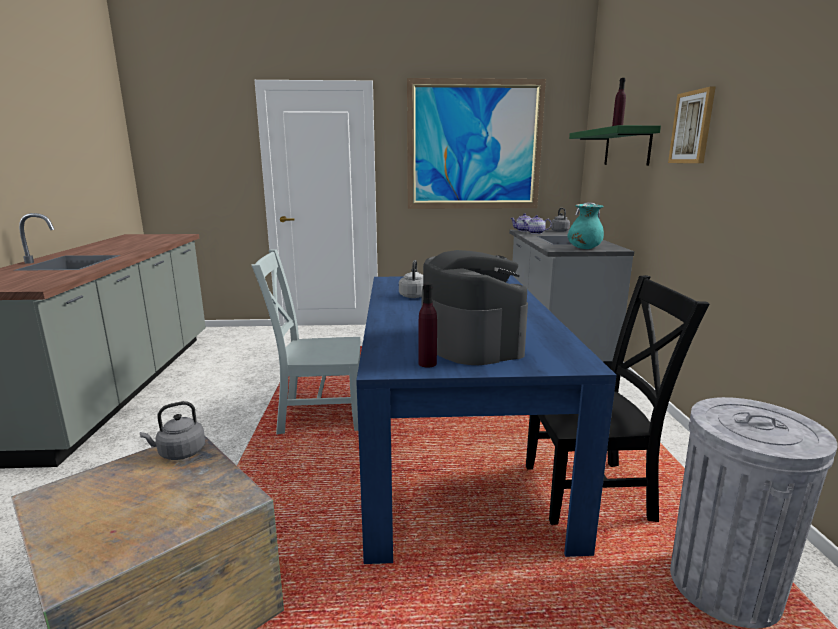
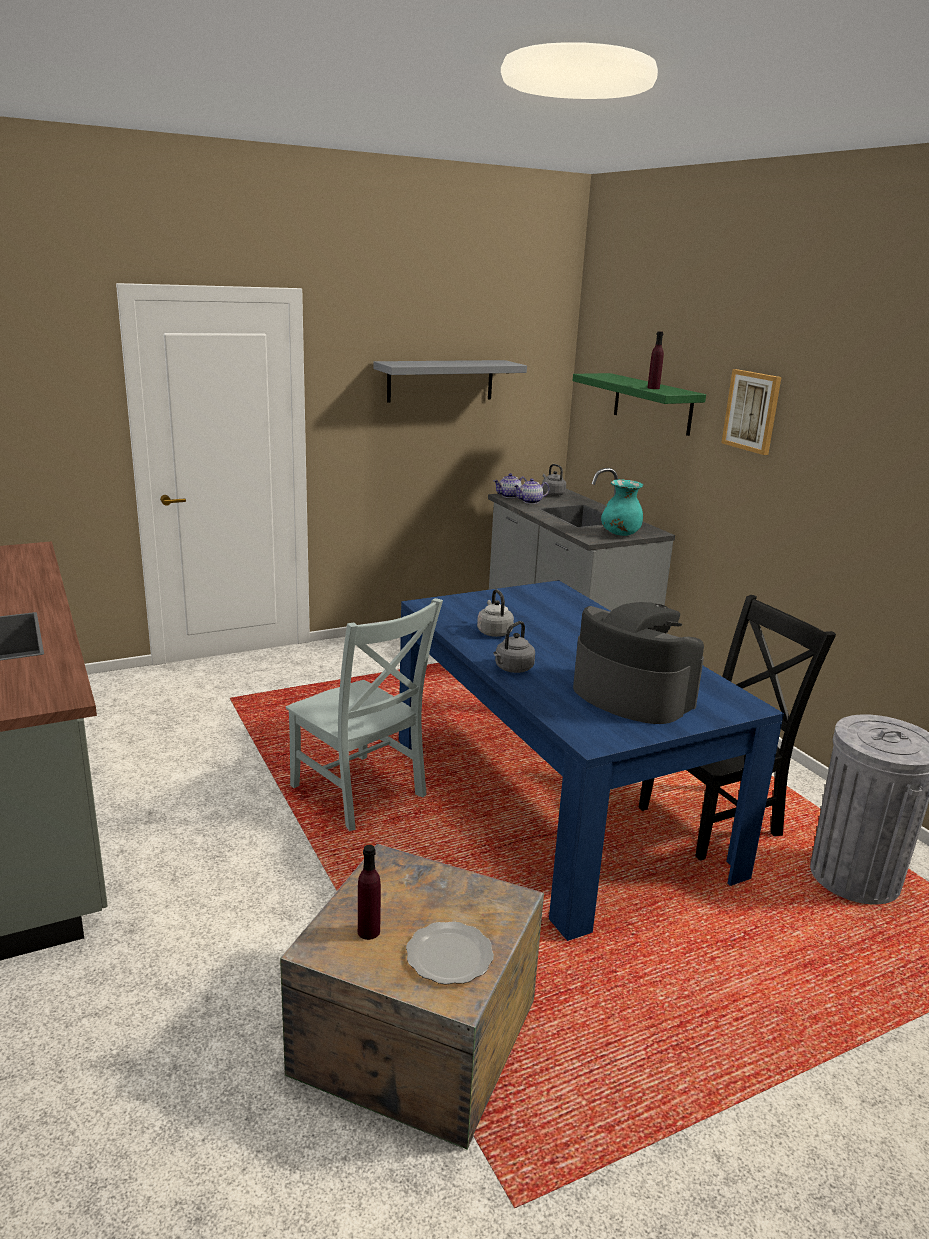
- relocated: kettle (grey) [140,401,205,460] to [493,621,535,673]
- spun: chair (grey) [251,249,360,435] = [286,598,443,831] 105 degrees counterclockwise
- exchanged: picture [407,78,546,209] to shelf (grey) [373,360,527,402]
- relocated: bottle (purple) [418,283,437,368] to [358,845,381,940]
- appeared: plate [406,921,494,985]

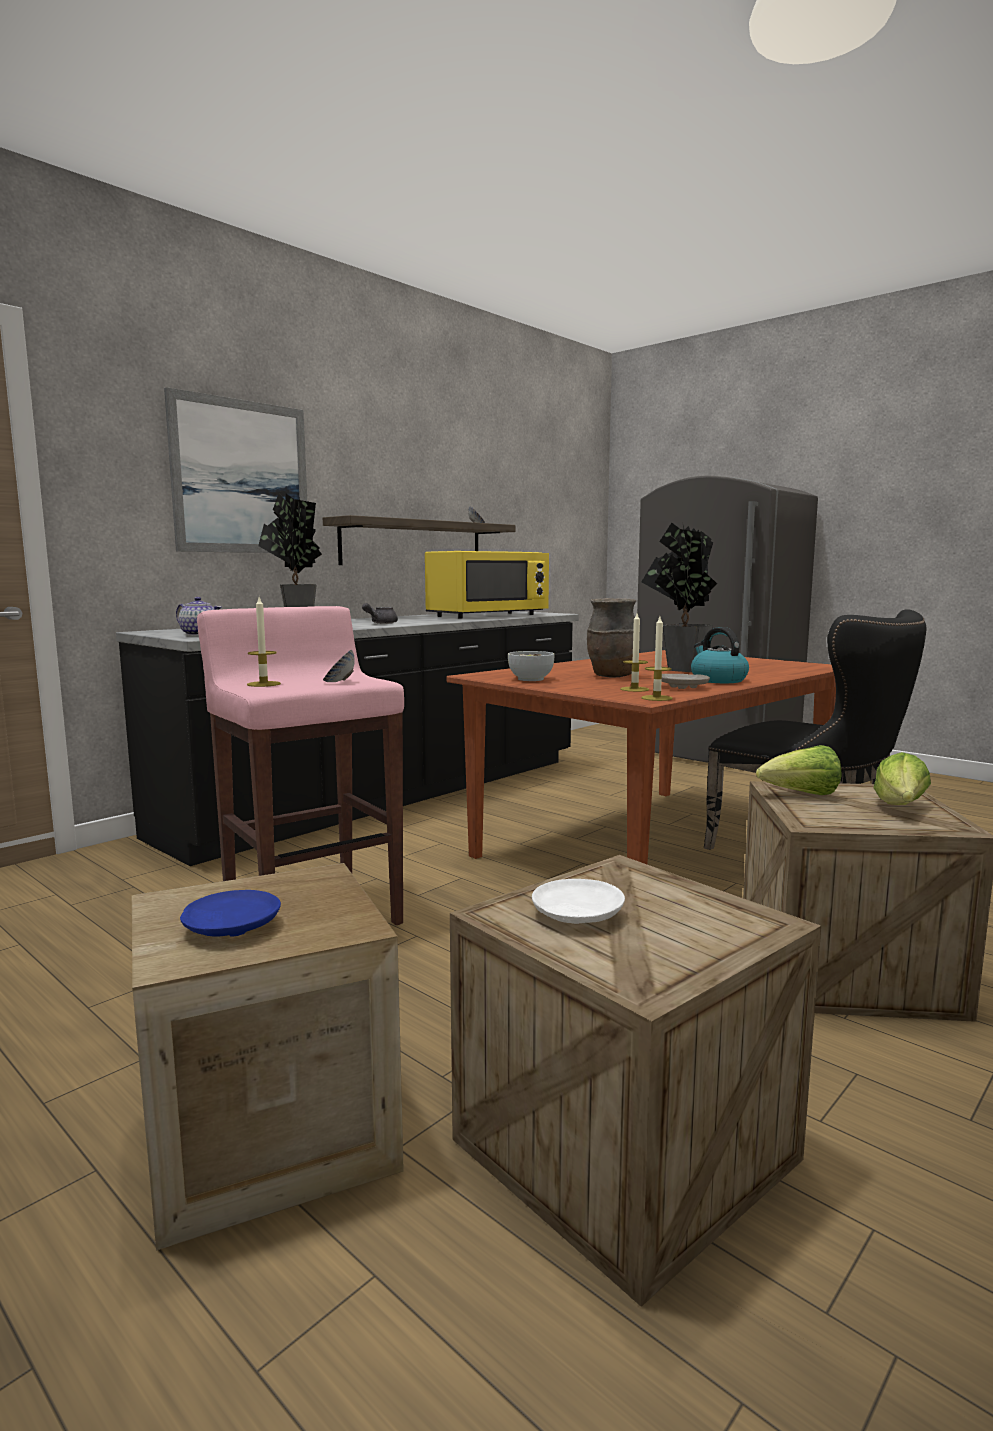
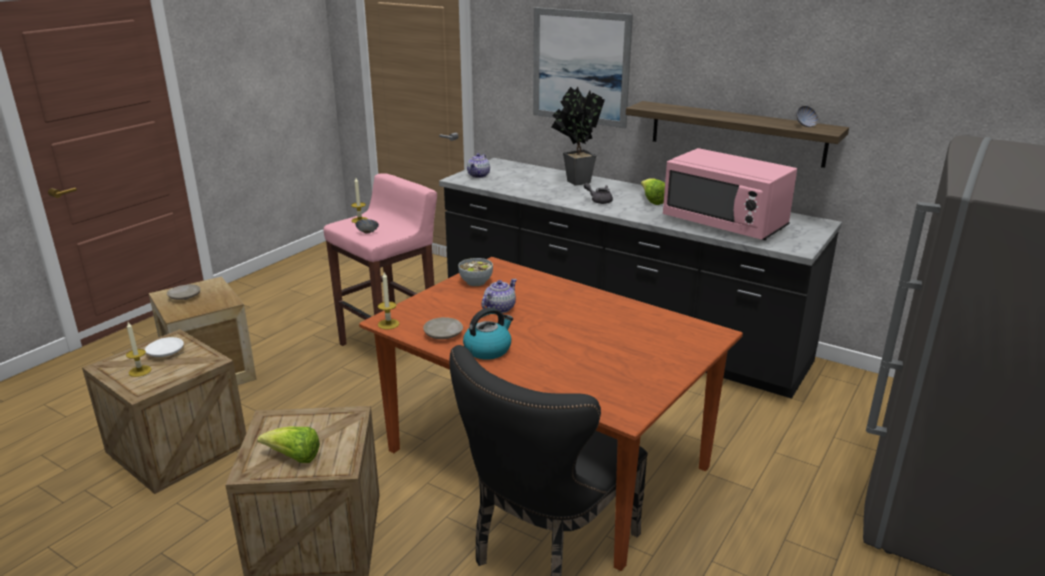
- colour: plate (blue) [180,890,281,937] to plate (beige) [167,284,200,300]
- colour: microwave (yellow) [425,551,549,619] to microwave (pink) [663,148,797,240]
- exchanged: vase (brown) [587,598,636,677] to teapot [481,279,517,313]
- relocated: candle [620,613,649,692] to [126,322,152,377]
- missing: potted plant [641,523,717,672]
- relocated: lettuce [756,745,842,795] to [641,178,665,205]

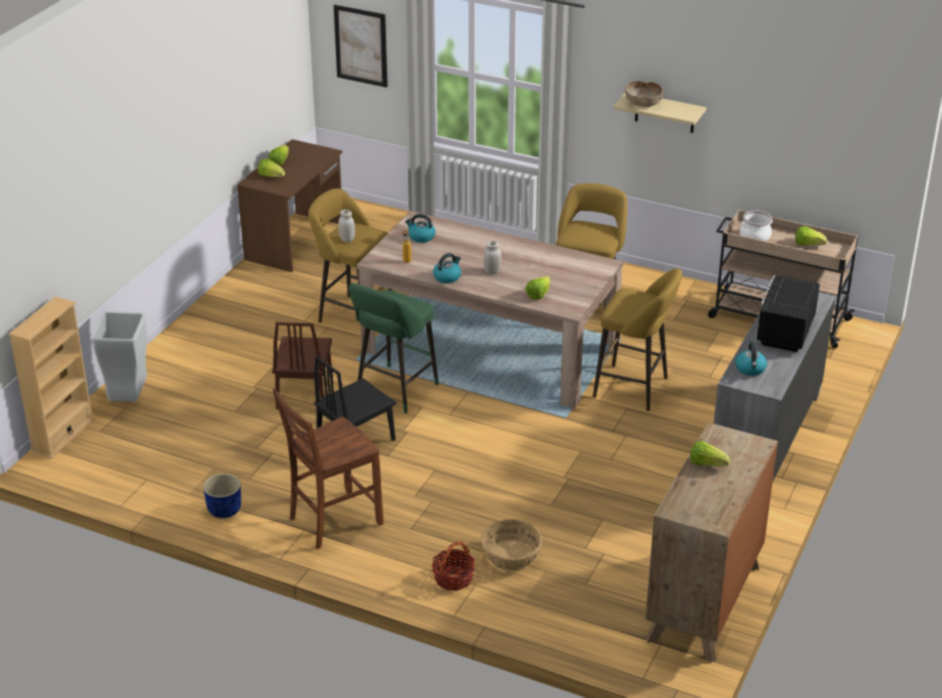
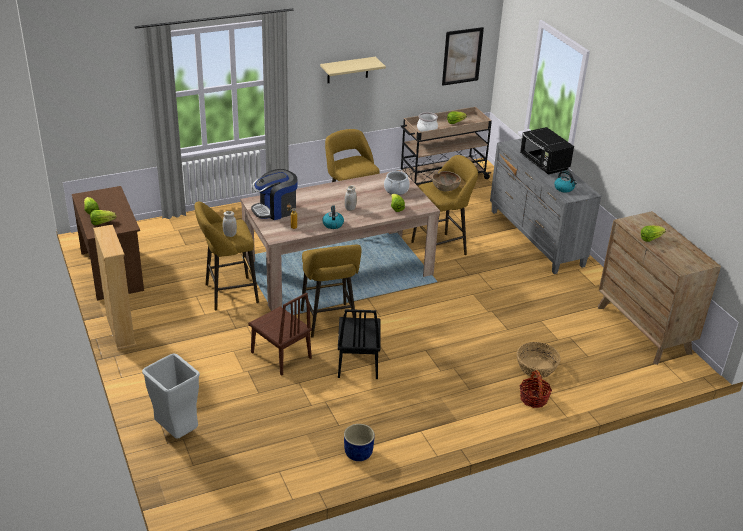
- relocated: bookcase (beige) [8,296,95,459] to [93,224,136,350]
- missing: chair (brown) [272,388,383,549]
- relocated: picture [334,5,388,87] to [442,27,484,86]
- colour: stool (green) [349,283,439,413] to stool (yellow) [301,245,361,337]
- exchanged: kettle [405,214,436,243] to coffee machine [251,169,298,220]
- relocated: bowl (brown) [625,81,663,107] to [432,171,461,191]
- appeared: cooking pot [384,169,410,195]

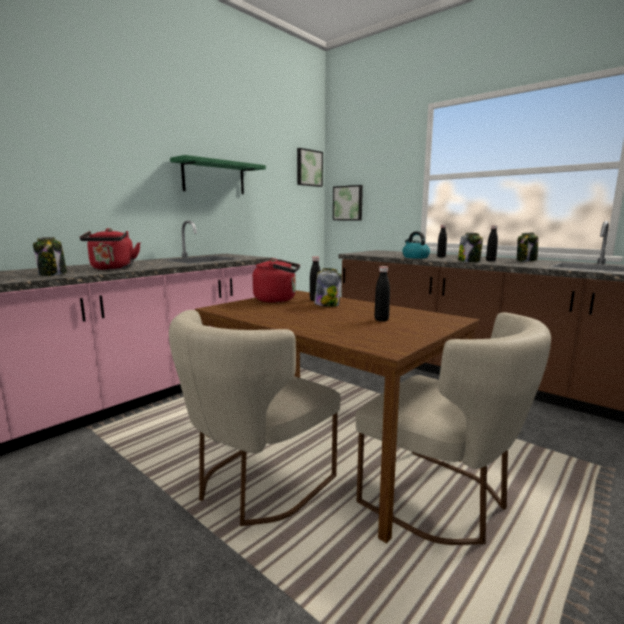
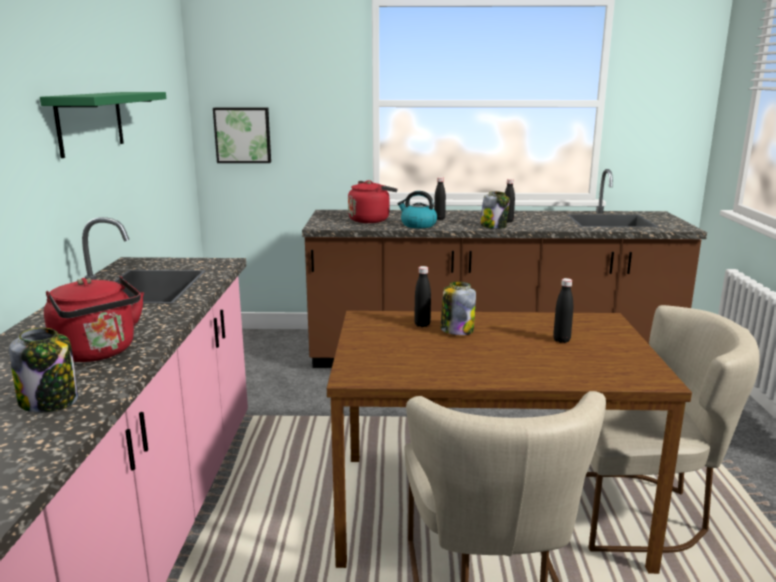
- relocated: kettle (red) [252,258,300,302] to [348,180,398,223]
- missing: picture [297,148,323,187]
- missing: jar [517,233,538,262]

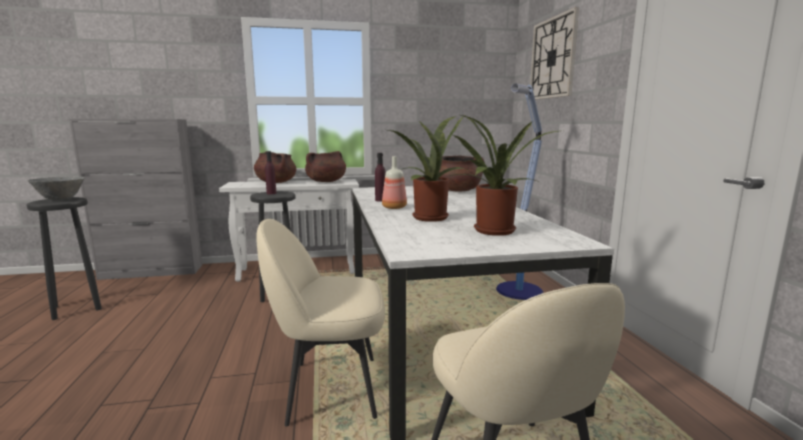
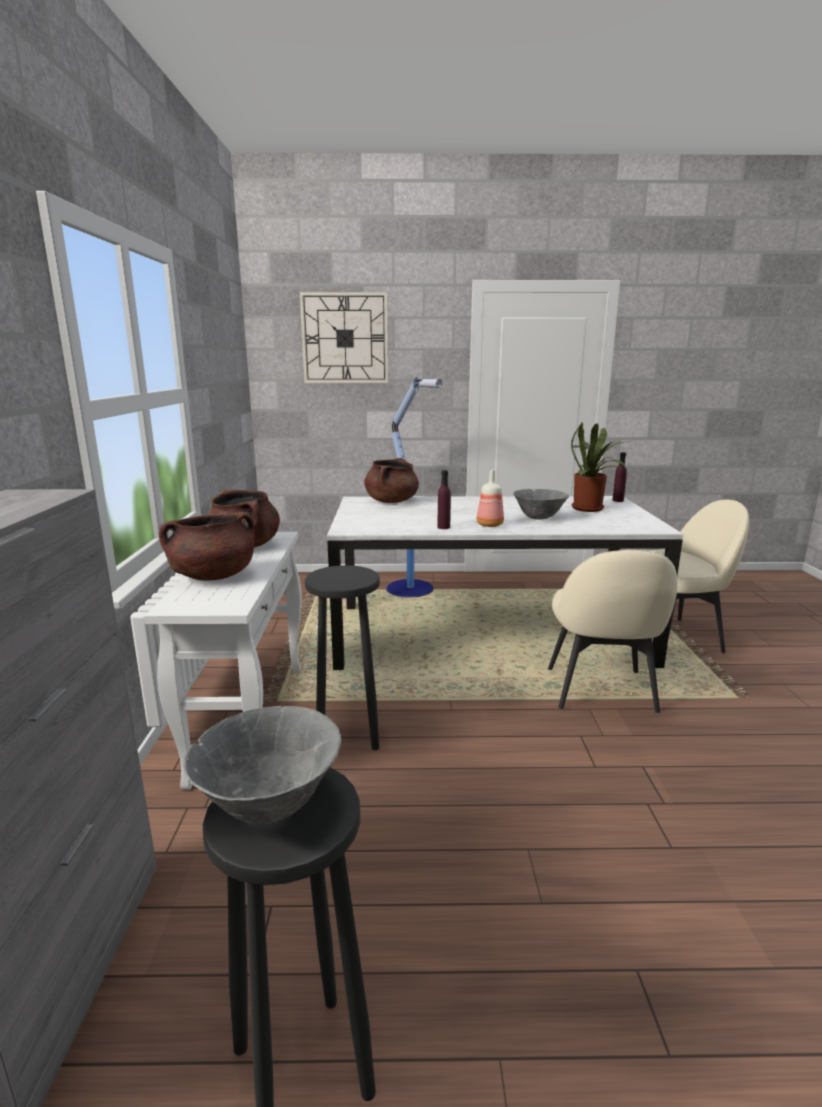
- relocated: bottle (purple) [265,151,276,194] to [612,452,627,502]
- exchanged: potted plant [388,116,468,222] to bowl (grey) [513,489,569,519]

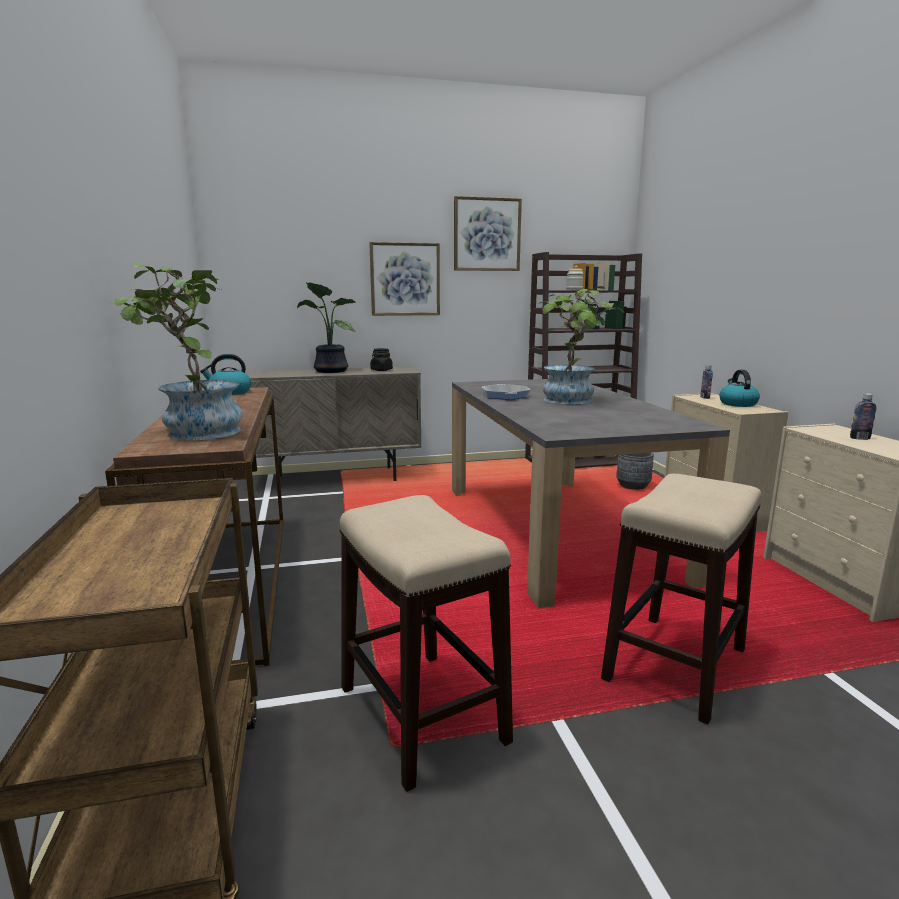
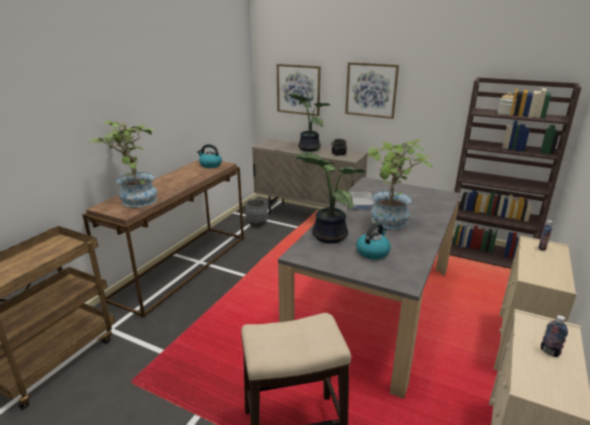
- missing: stool [339,495,513,792]
- relocated: picture [454,196,522,271] to [277,64,321,116]
- relocated: planter (grey) [616,453,654,490] to [245,199,268,227]
- relocated: kettle [719,370,760,407] to [356,223,391,260]
- appeared: potted plant [294,152,366,244]

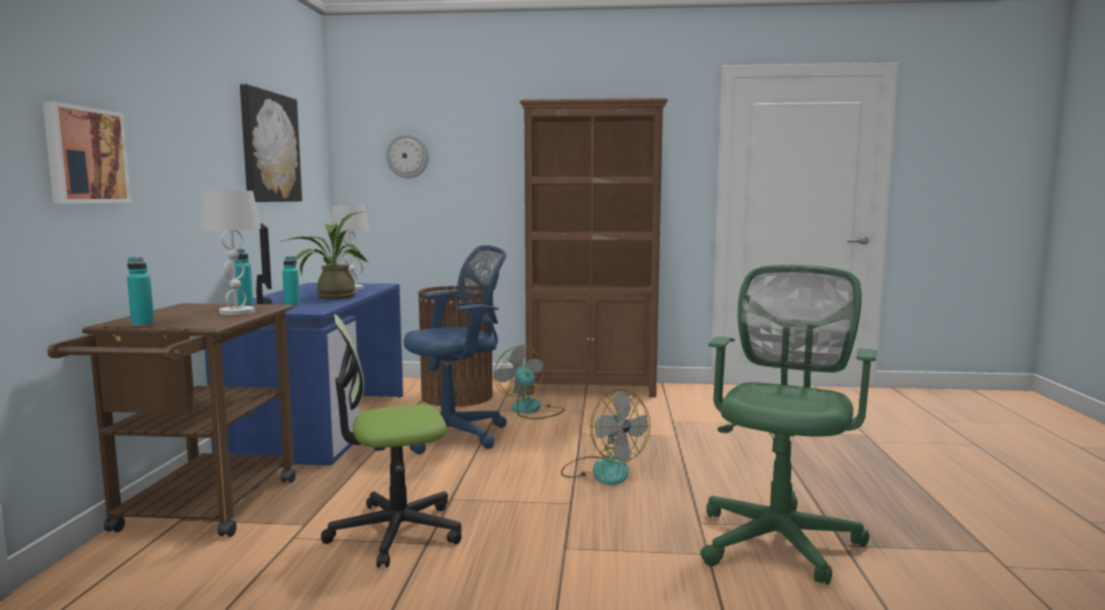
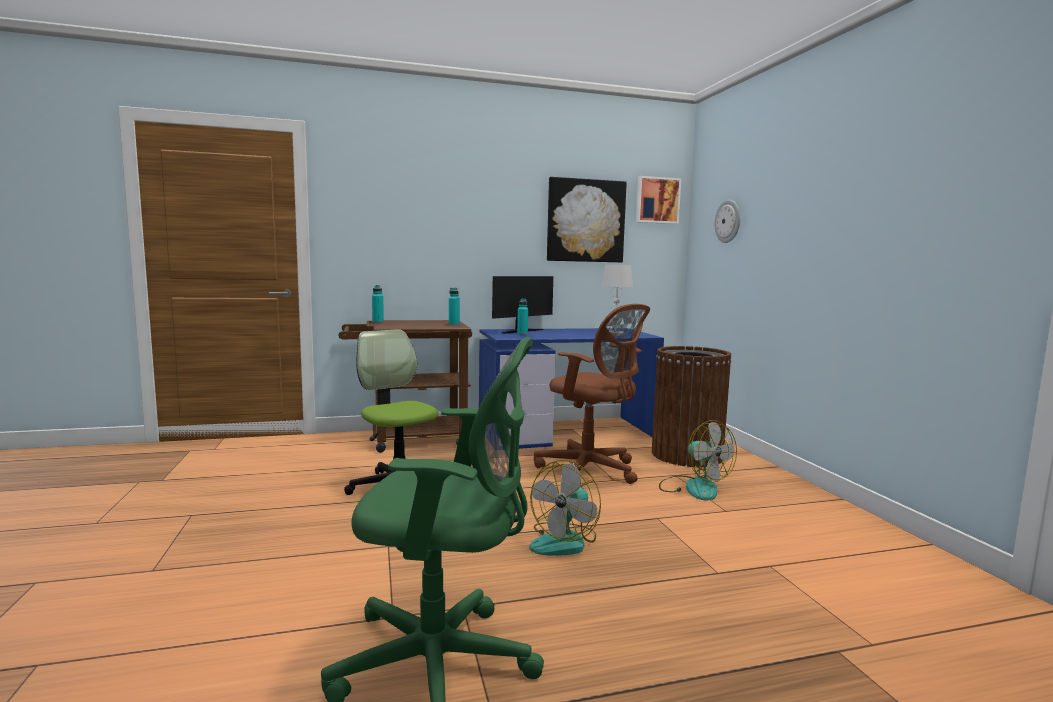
- relocated: picture [43,102,131,204] to [636,176,681,224]
- missing: table lamp (white) [201,190,261,315]
- missing: potted plant [280,212,368,300]
- colour: office chair (blue) [404,245,507,454] to office chair (brown) [534,304,650,486]
- spun: fan [494,345,565,419] = [659,420,737,500] 105 degrees clockwise
- missing: bookcase (brown) [519,98,668,397]

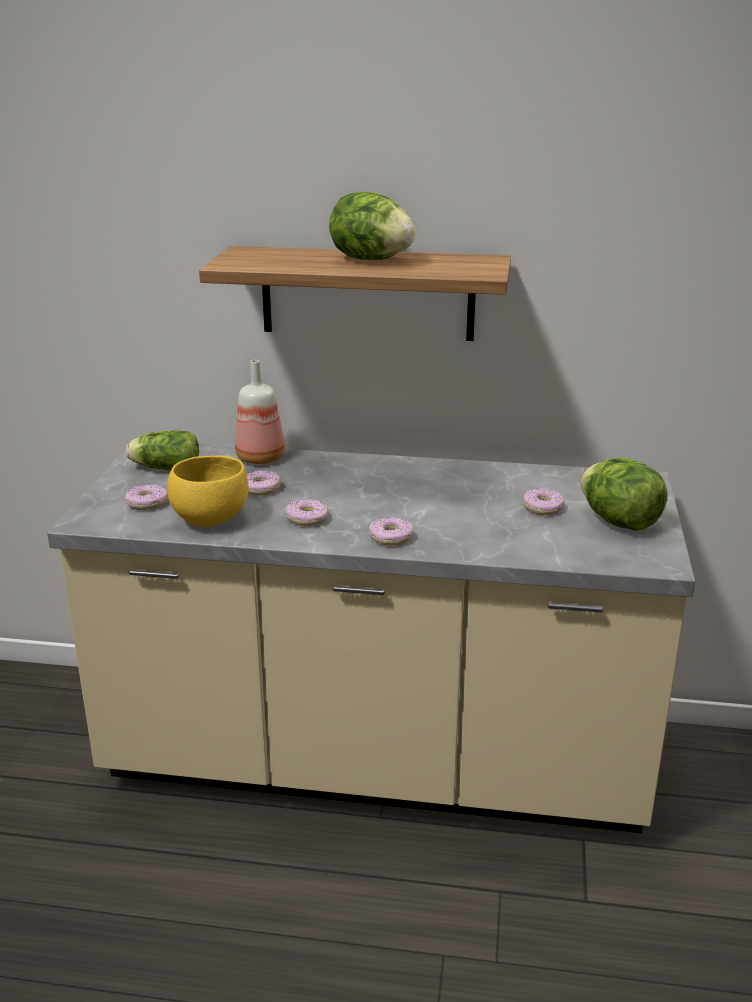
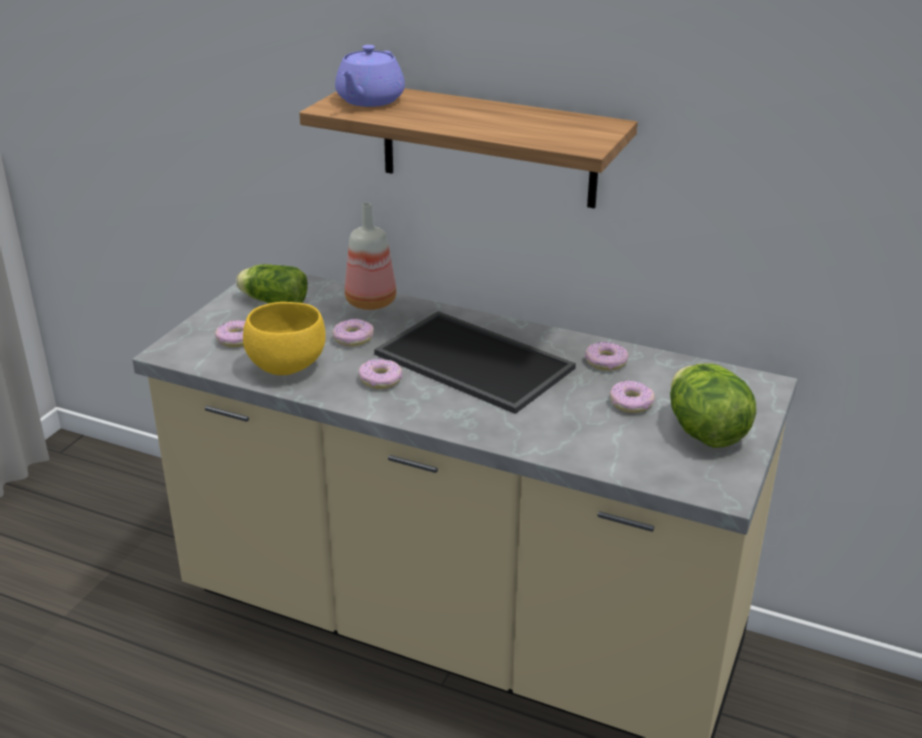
- missing: lettuce [329,192,416,260]
- relocated: donut [369,517,413,546] to [585,342,629,371]
- appeared: teapot (purple) [335,45,405,107]
- appeared: tray [374,311,576,414]

